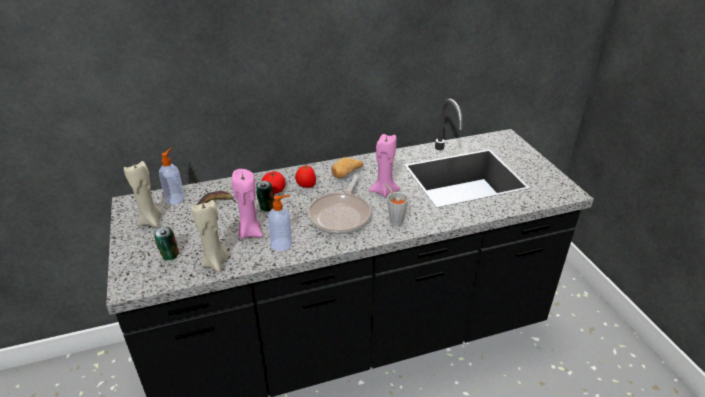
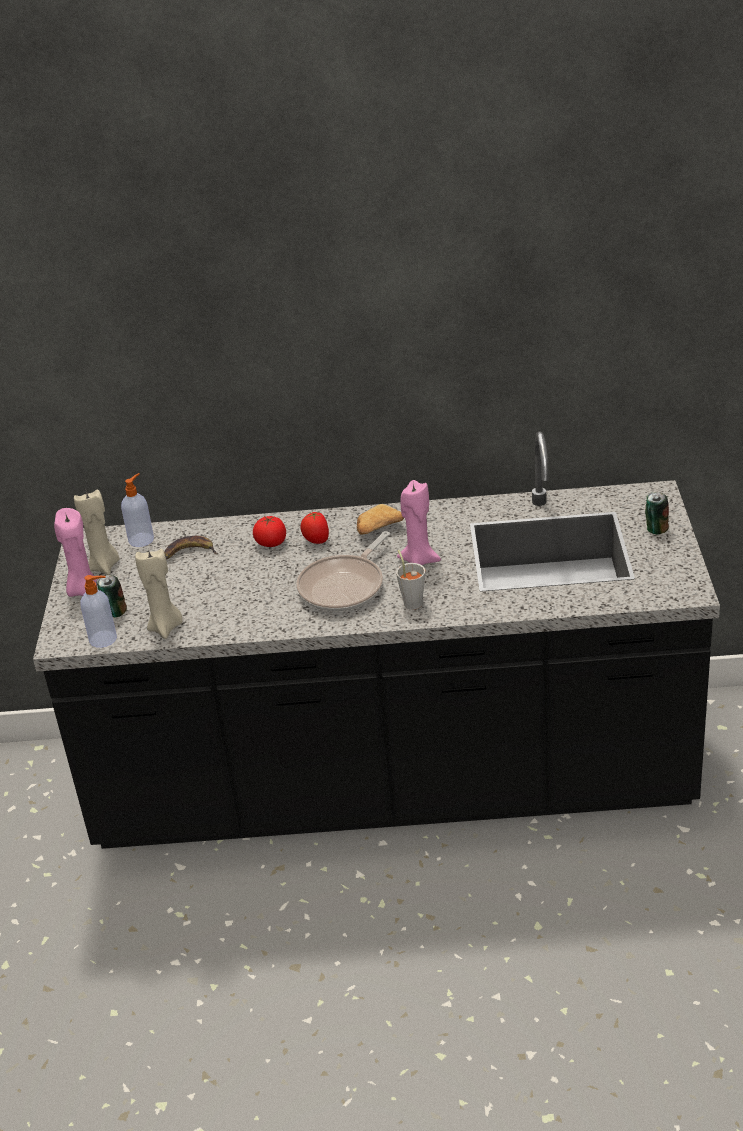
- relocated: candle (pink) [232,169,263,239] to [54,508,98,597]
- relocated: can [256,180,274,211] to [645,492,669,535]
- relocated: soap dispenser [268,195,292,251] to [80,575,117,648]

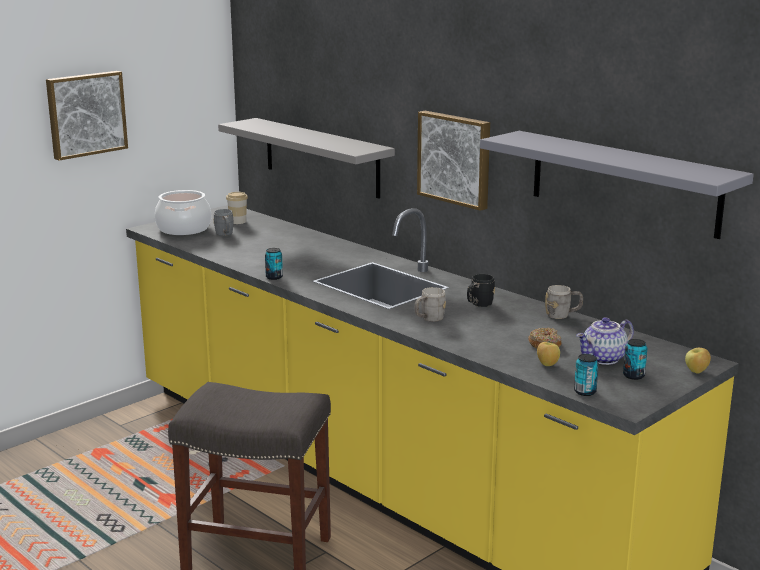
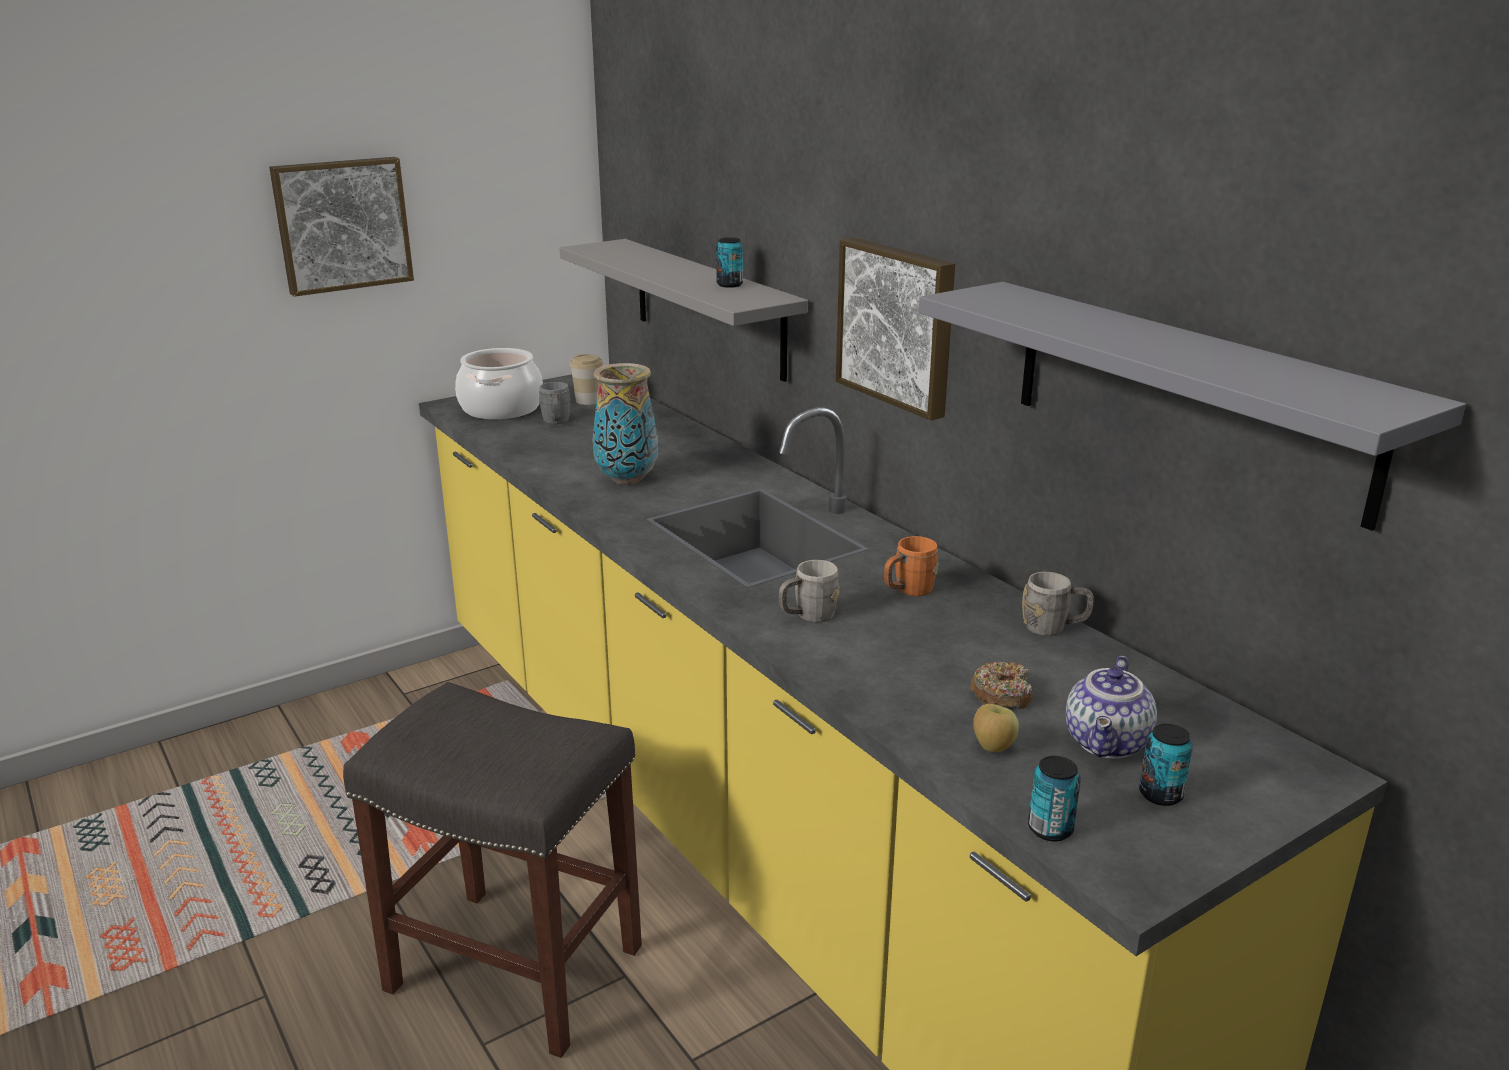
- relocated: can [265,248,283,280] to [716,237,743,288]
- colour: mug (black) [467,274,495,307] to mug (orange) [884,536,938,596]
- spun: teapot [576,317,634,365] = [1066,656,1157,759] 45 degrees counterclockwise
- missing: apple [685,348,711,374]
- appeared: vase [593,363,658,485]

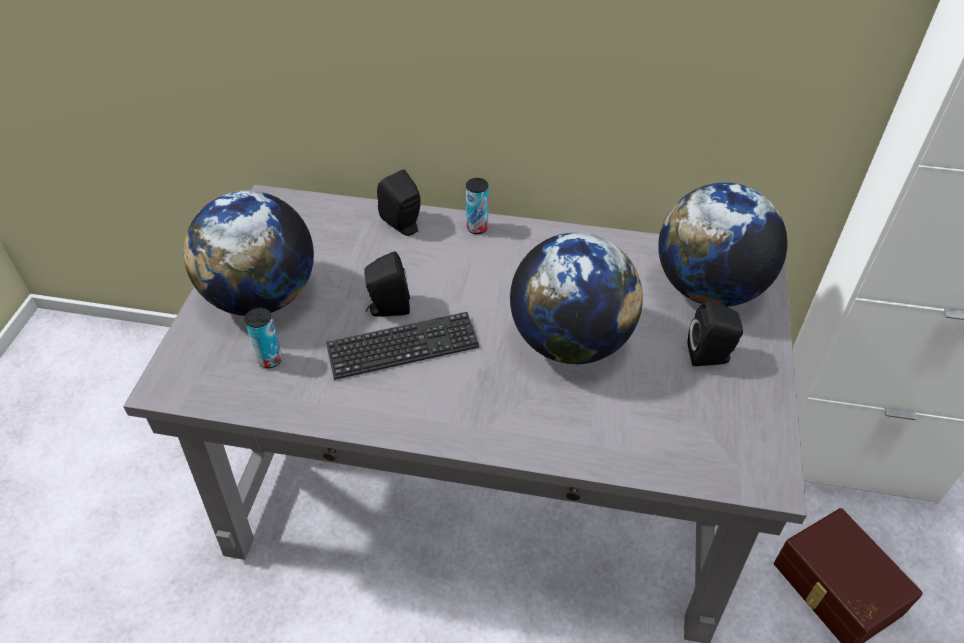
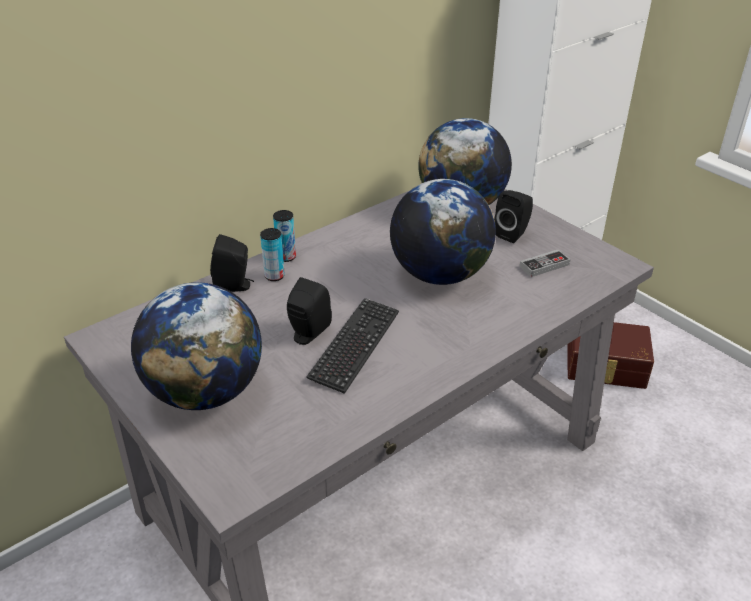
- relocated: can [244,308,282,368] to [260,228,285,281]
- appeared: game controller [519,249,571,277]

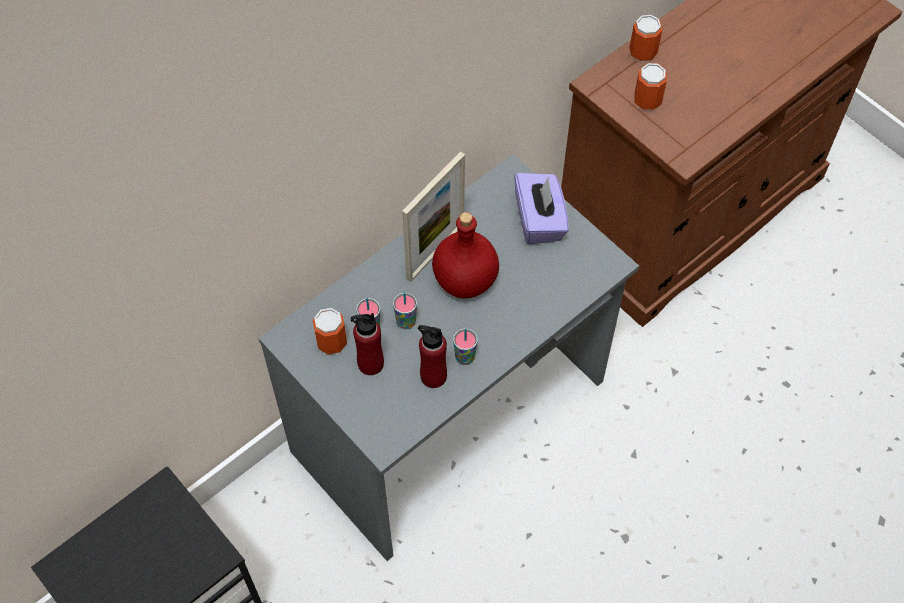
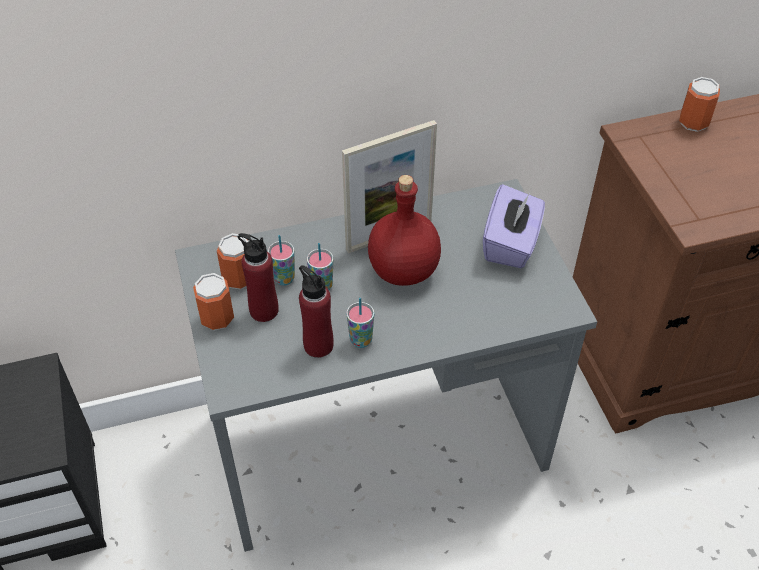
- relocated: can [634,63,667,111] to [193,273,234,331]

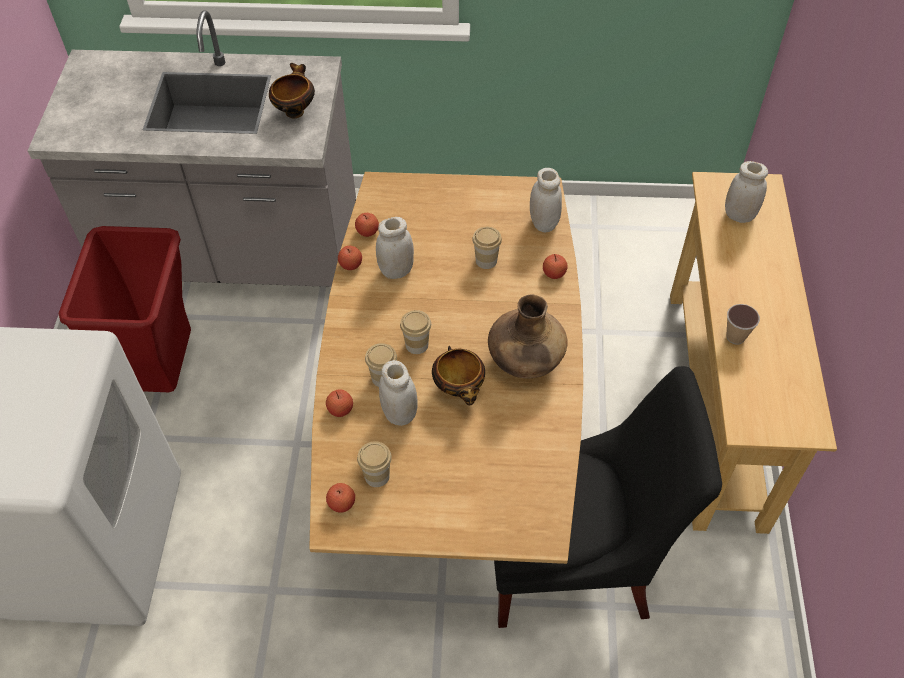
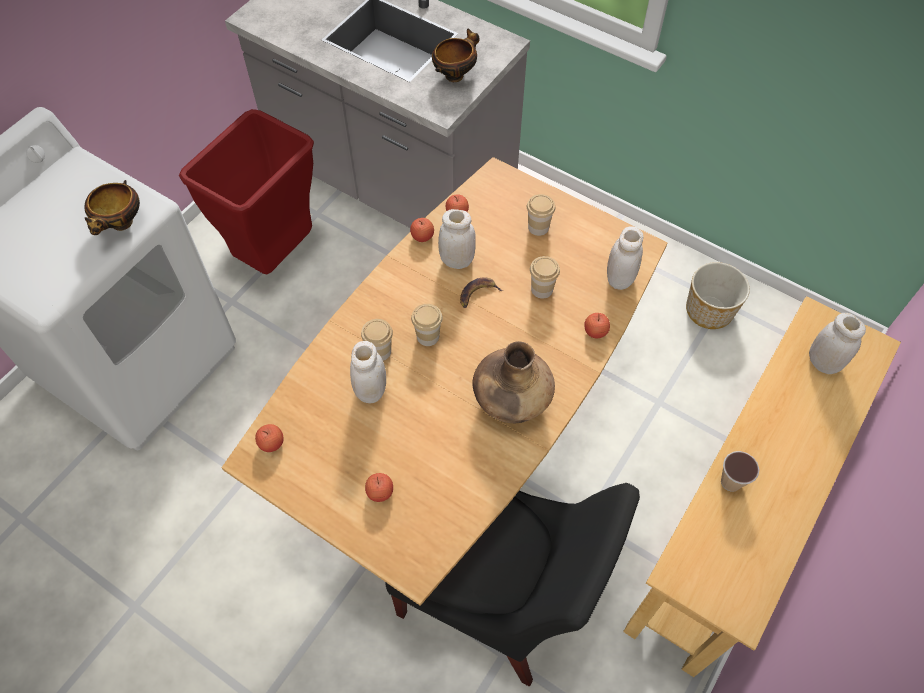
- relocated: apple [326,389,353,417] to [365,473,393,502]
- relocated: cup [357,441,392,487] to [527,194,555,236]
- relocated: bowl [432,346,485,405] to [85,180,140,235]
- appeared: banana [460,277,503,308]
- appeared: planter [686,262,750,329]

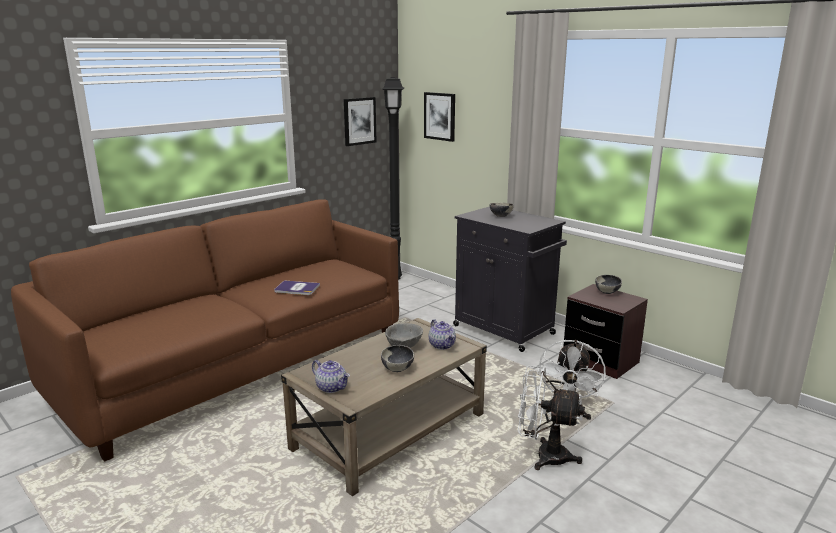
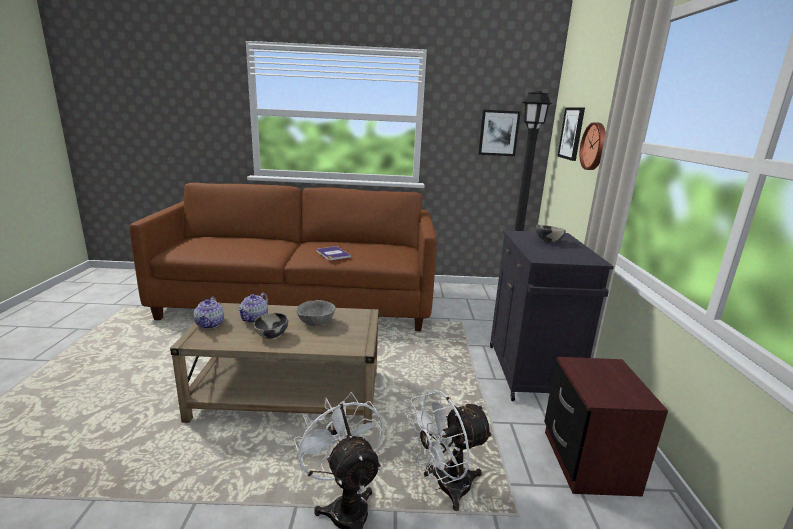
- relocated: teapot [429,319,456,350] to [238,293,268,323]
- missing: bowl [595,275,622,294]
- appeared: wall clock [580,122,606,170]

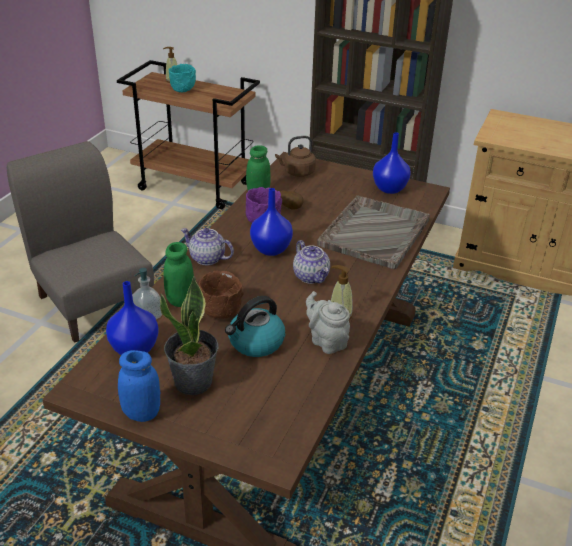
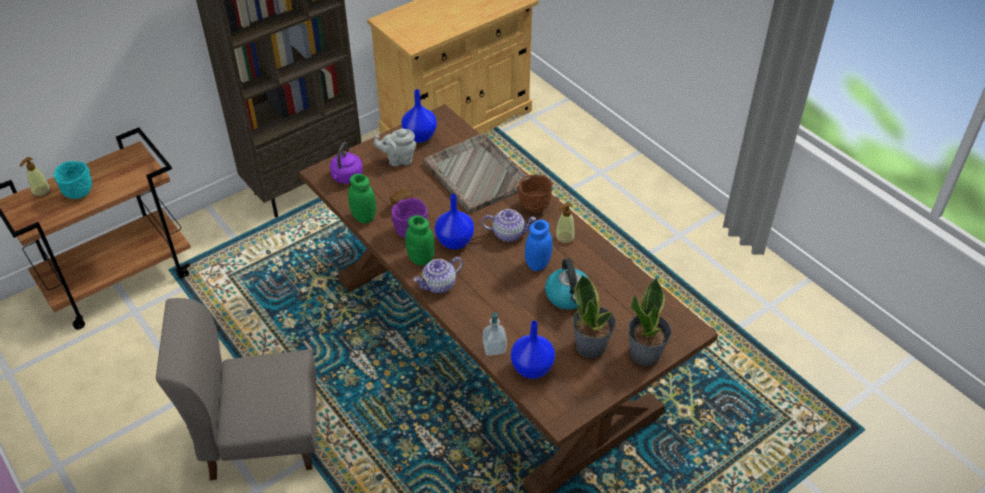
- relocated: jar (blue) [118,350,160,422] to [525,220,553,271]
- relocated: jar (green) [164,242,194,307] to [405,215,434,266]
- relocated: bowl (brown) [198,271,244,319] to [517,175,553,212]
- colour: kettle (brown) [275,136,316,177] to kettle (purple) [330,142,363,184]
- relocated: teapot (grey) [306,291,350,354] to [374,128,416,167]
- appeared: potted plant [628,278,672,366]

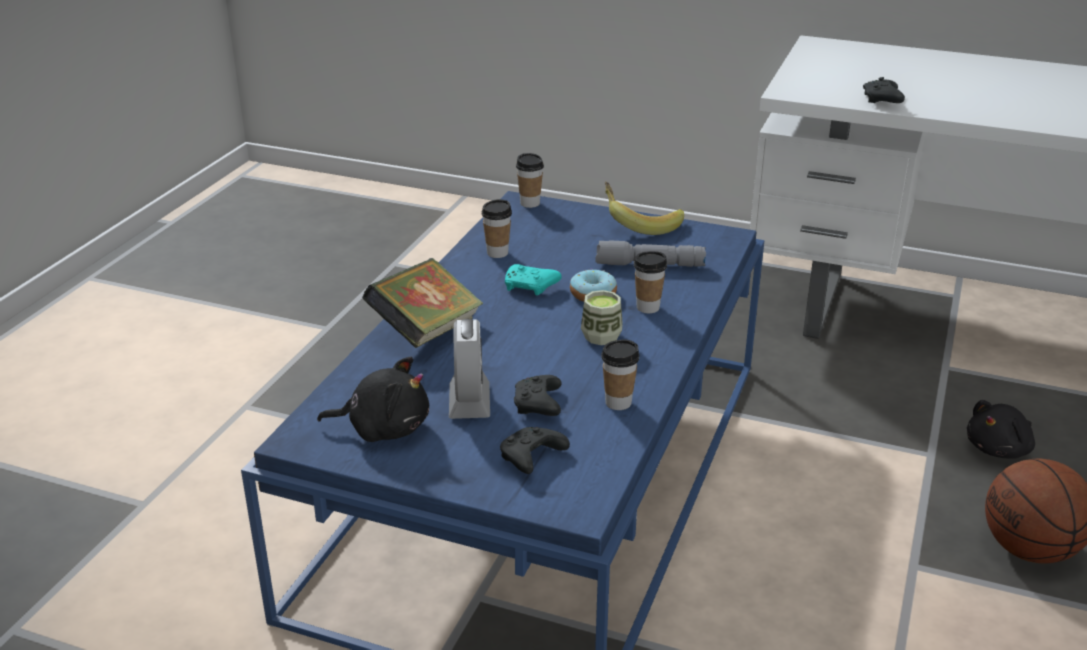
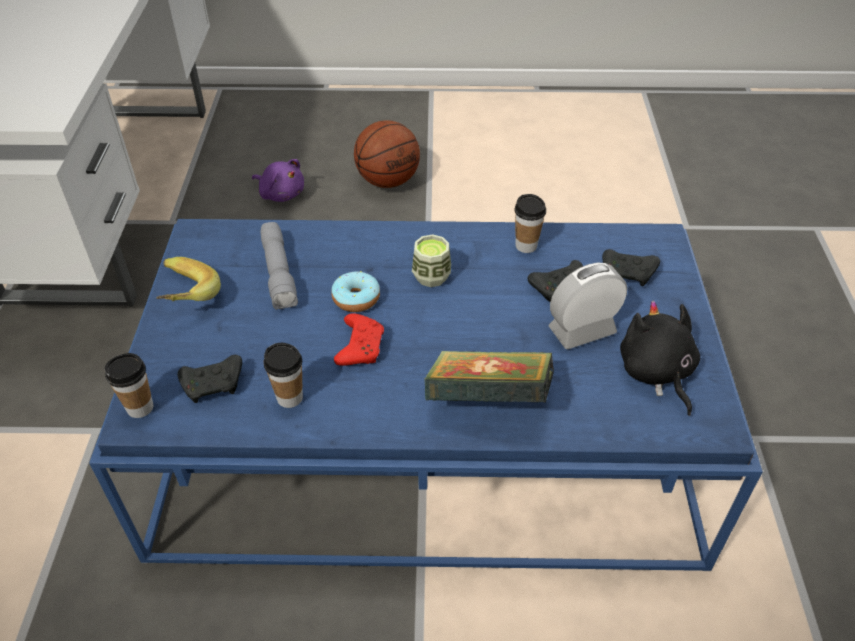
- colour: game controller (turquoise) [505,264,562,296] to game controller (red) [334,313,384,366]
- missing: cup [634,251,667,313]
- relocated: game controller (black) [863,77,905,103] to [178,355,242,403]
- colour: plush toy (black) [967,400,1035,459] to plush toy (purple) [252,159,304,202]

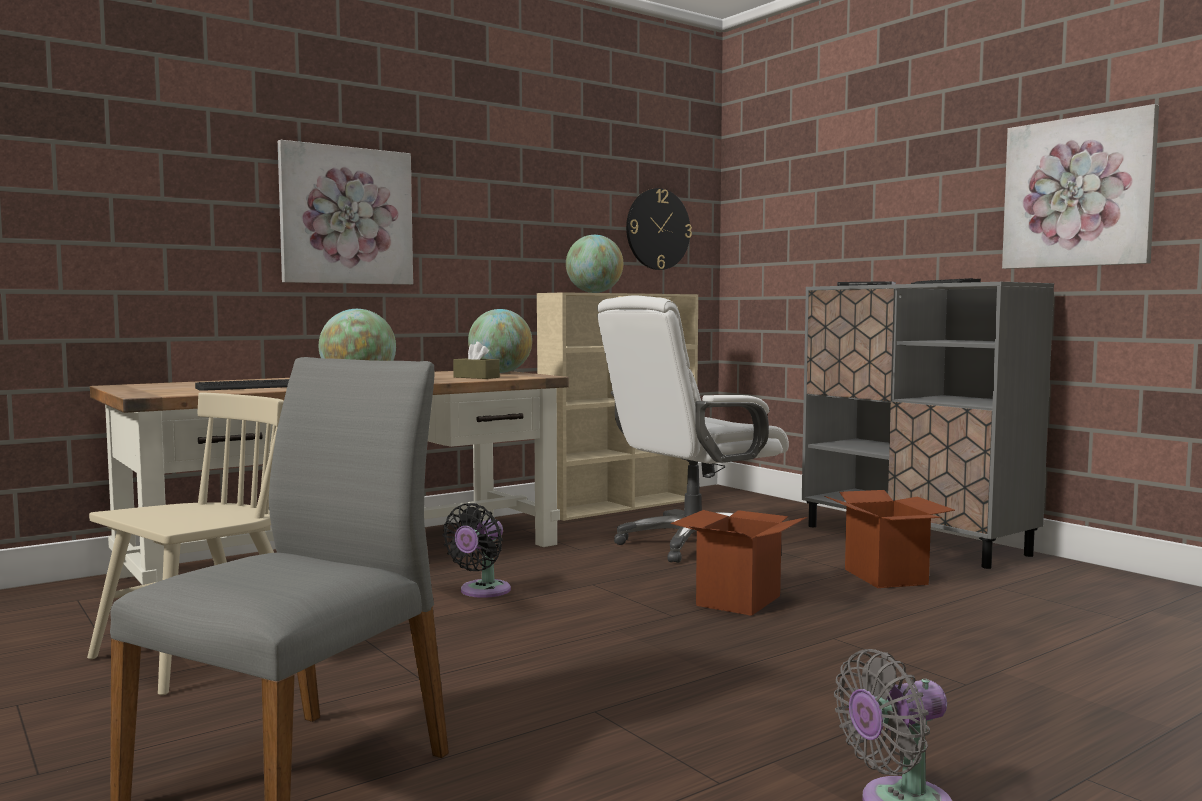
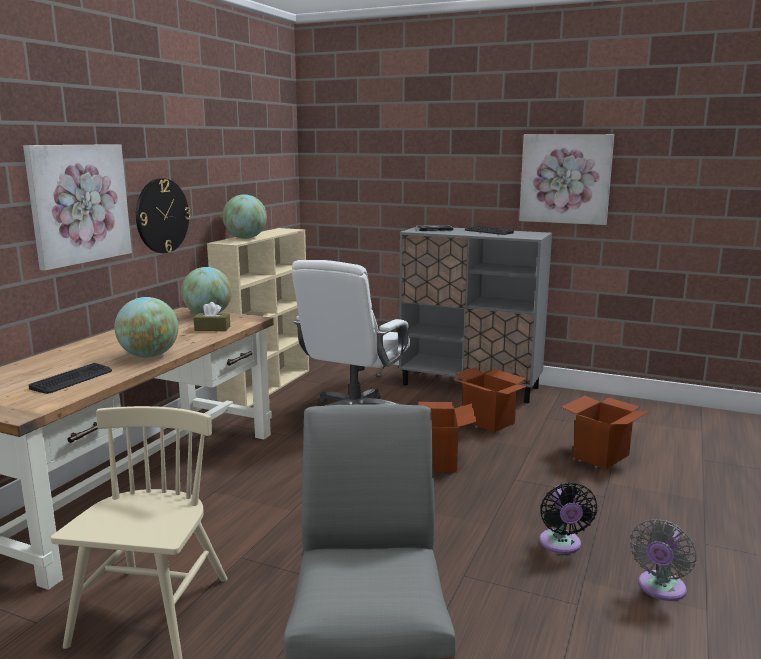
- relocated: fan (black) [442,503,511,598] to [539,482,597,554]
- relocated: wall clock [626,188,692,270] to [136,178,191,253]
- appeared: cardboard box [561,396,651,469]

